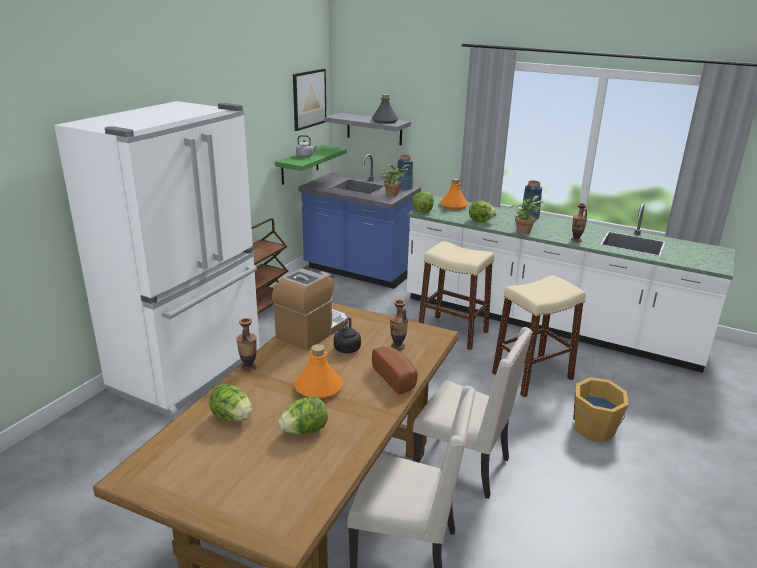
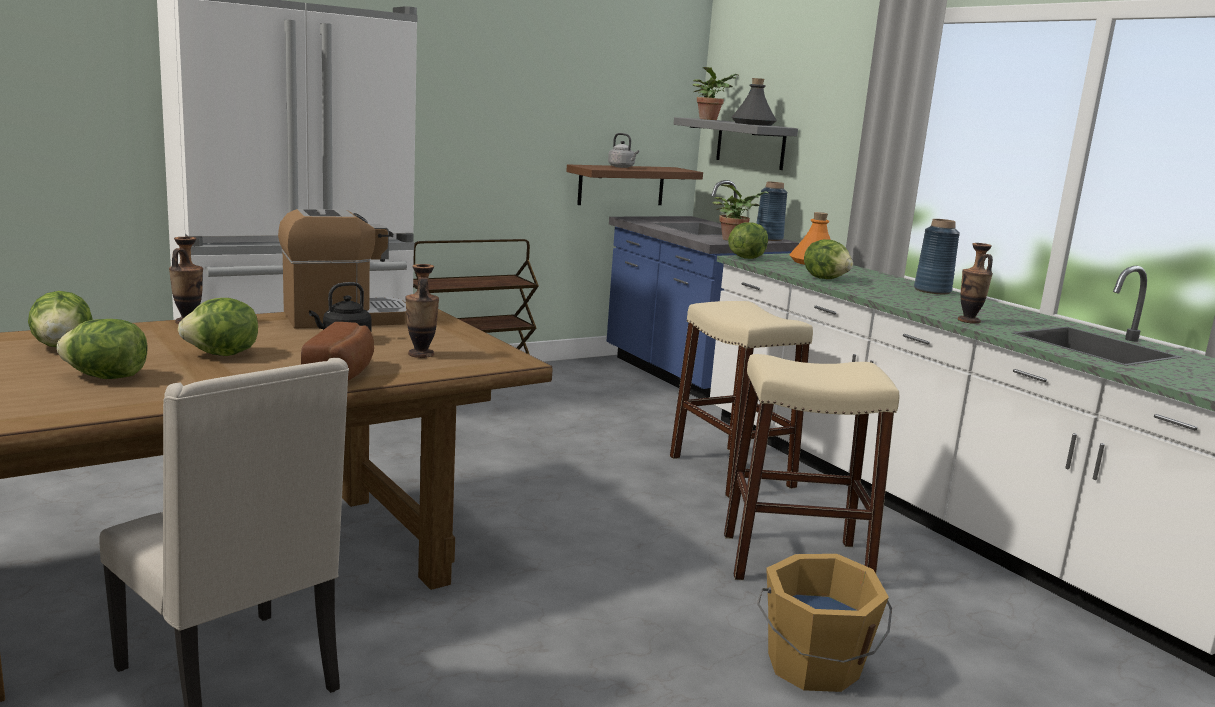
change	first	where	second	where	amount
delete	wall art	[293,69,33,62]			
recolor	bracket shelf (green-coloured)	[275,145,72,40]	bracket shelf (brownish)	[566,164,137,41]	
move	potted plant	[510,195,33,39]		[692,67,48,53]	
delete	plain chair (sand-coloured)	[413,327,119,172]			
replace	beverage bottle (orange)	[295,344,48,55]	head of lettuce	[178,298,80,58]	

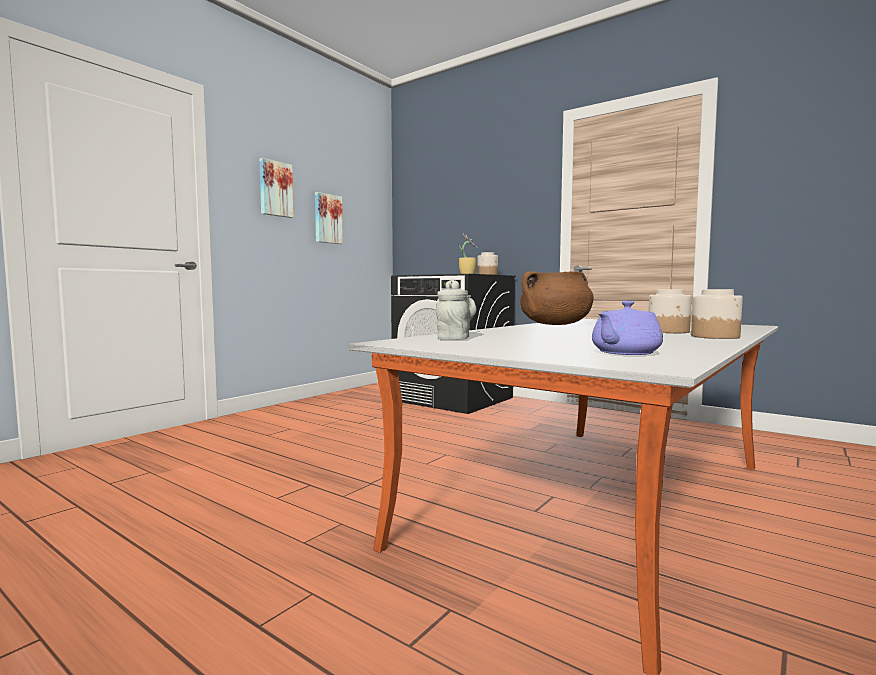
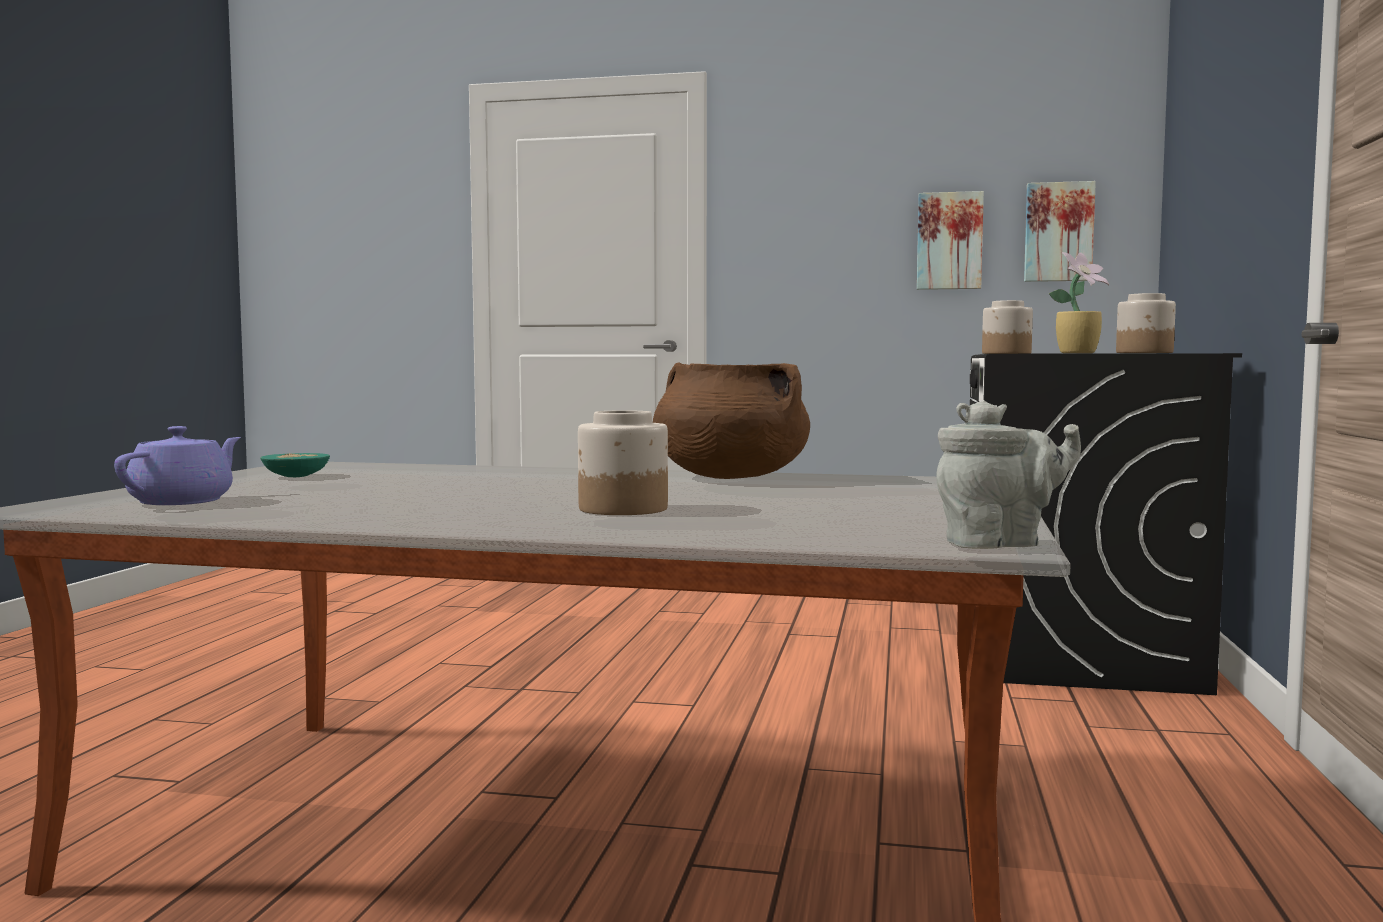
change	first	where	second	where	amount
move	wall art	[259,158,35,60]		[1024,181,72,101]	
move	tea pot (gray)	[436,279,40,61]		[937,400,144,149]	
move	preserve jar	[691,289,52,50]		[982,300,51,54]	
rotate	tea pot (purple-coloured)	[592,301,71,54]		[114,426,127,79]	90 degrees clockwise
insert			bowl (blue-green)	[260,453,70,24]	

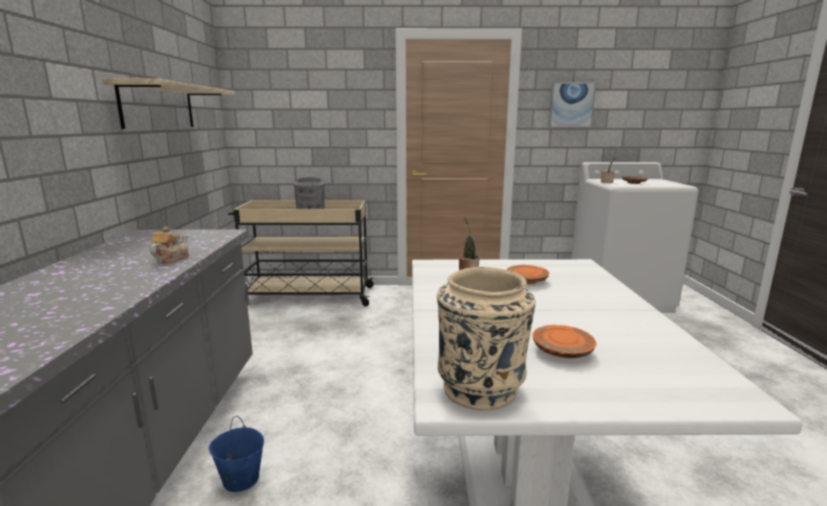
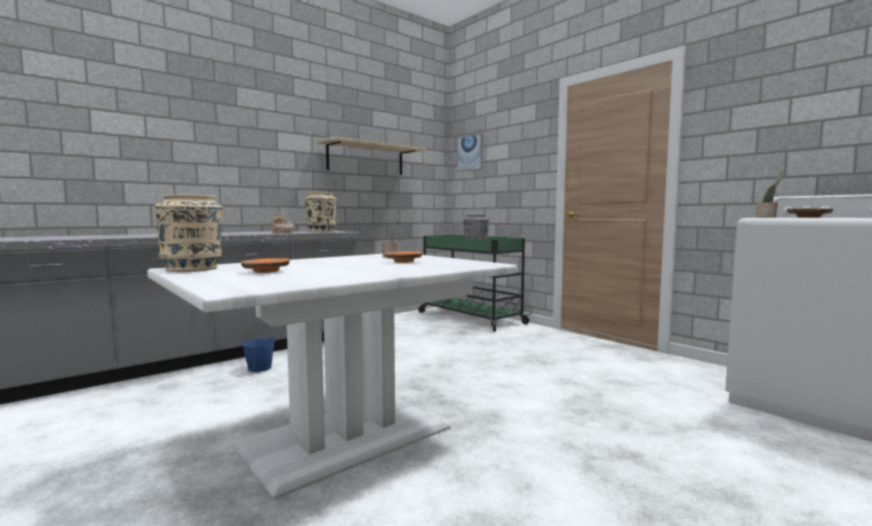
change	first	where	second	where	amount
move	wall art	[548,82,48,46]		[457,133,26,39]	
recolor	wheeled cart (sand-coloured)	[228,200,147,107]	wheeled cart (green-coloured)	[418,235,113,97]	
insert			decorative vase (sand-coloured)	[305,192,32,40]	

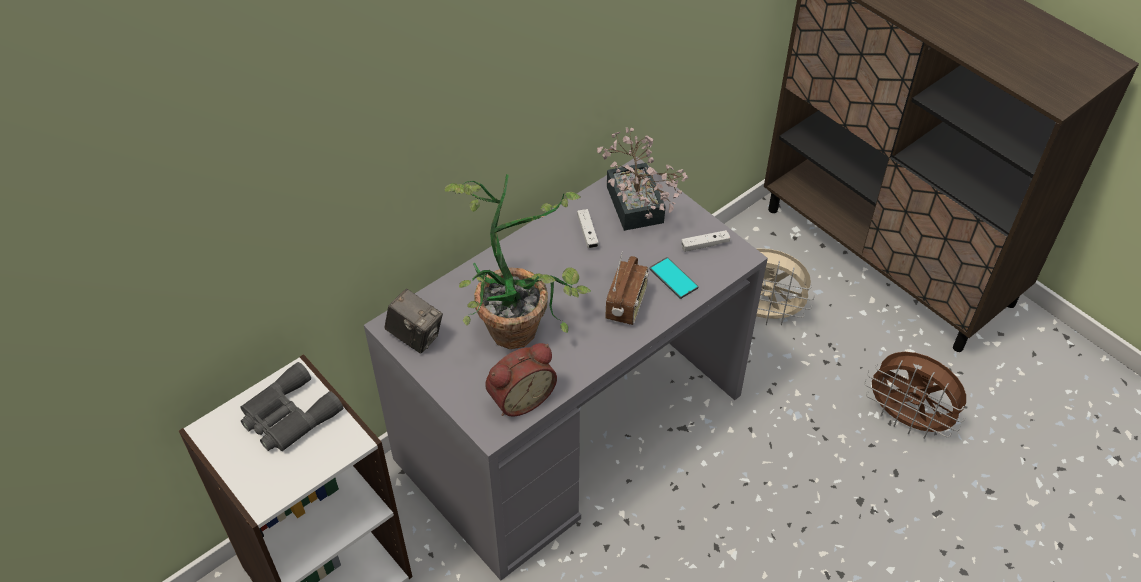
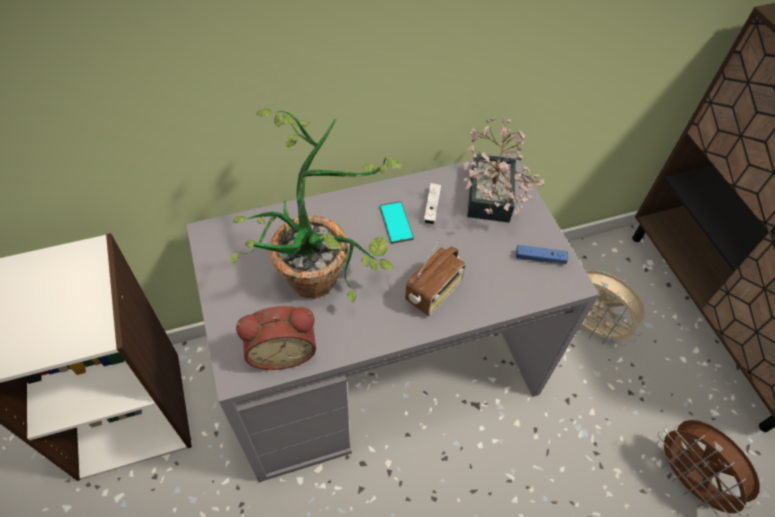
change	first	where	second	where	amount
recolor	gamepad (white-coloured)	[681,230,49,22]	gamepad (blue)	[516,245,52,19]	
move	telephone	[649,257,49,42]		[379,201,35,43]	
delete	photo camera	[384,289,59,65]			
delete	binoculars (gray)	[240,362,103,89]			

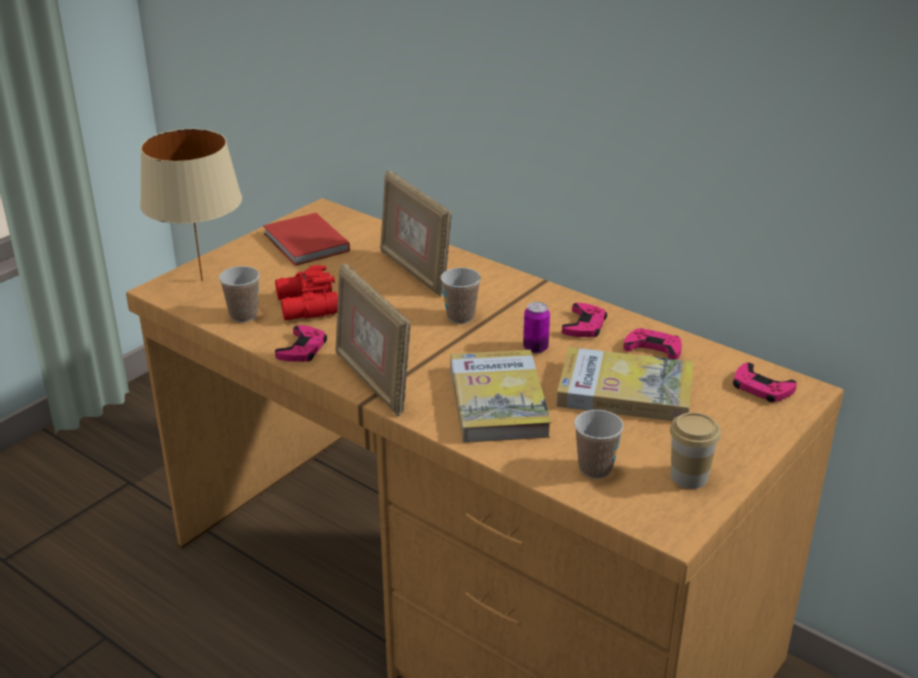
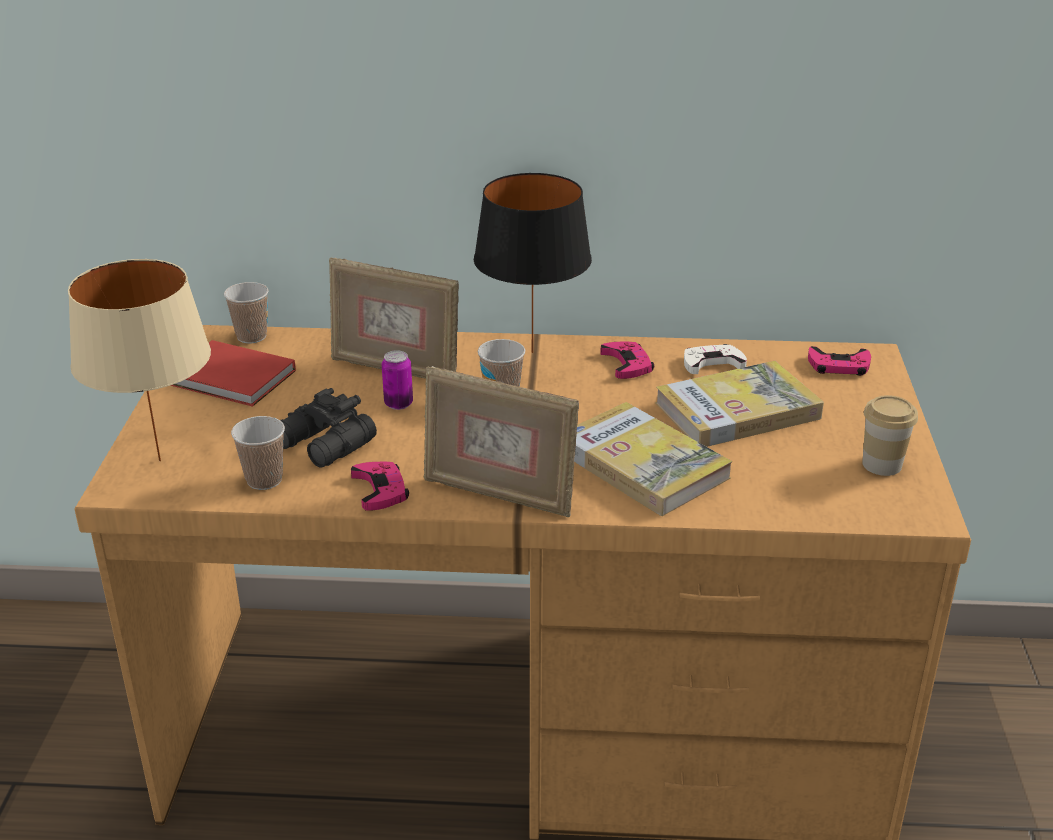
change	first	where	second	where	amount
recolor	binoculars (red-coloured)	[275,265,63,55]	binoculars (black-coloured)	[280,388,97,79]	
move	can	[523,302,27,51]		[382,350,31,60]	
recolor	gamepad (pink)	[624,328,58,31]	gamepad (white-coloured)	[684,344,63,30]	
move	small cup	[574,410,50,69]		[224,282,45,62]	
insert			table lamp (black-coloured)	[474,173,118,180]	

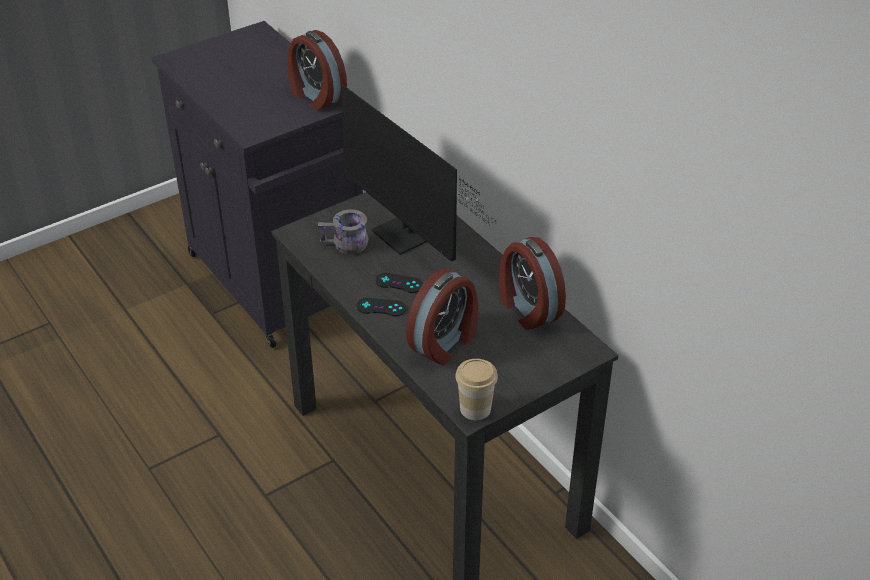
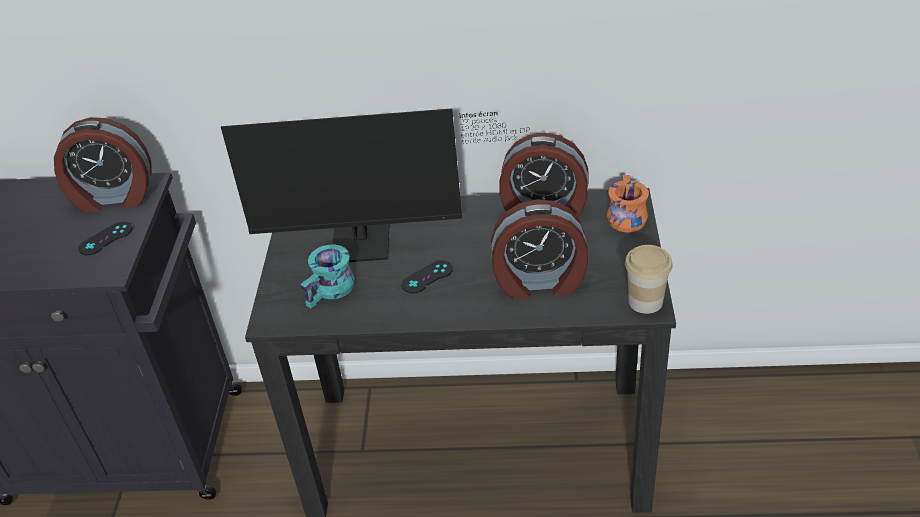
change	first	where	second	where	amount
recolor	coffee mug (gray)	[318,209,51,45]	coffee mug (blue-green)	[300,245,55,64]	
rotate	table clock	[406,269,72,96]		[491,199,97,100]	105 degrees clockwise
move	gamepad (black-coloured)	[356,298,50,18]		[78,222,54,33]	
insert			coffee mug (orange)	[607,175,42,57]	

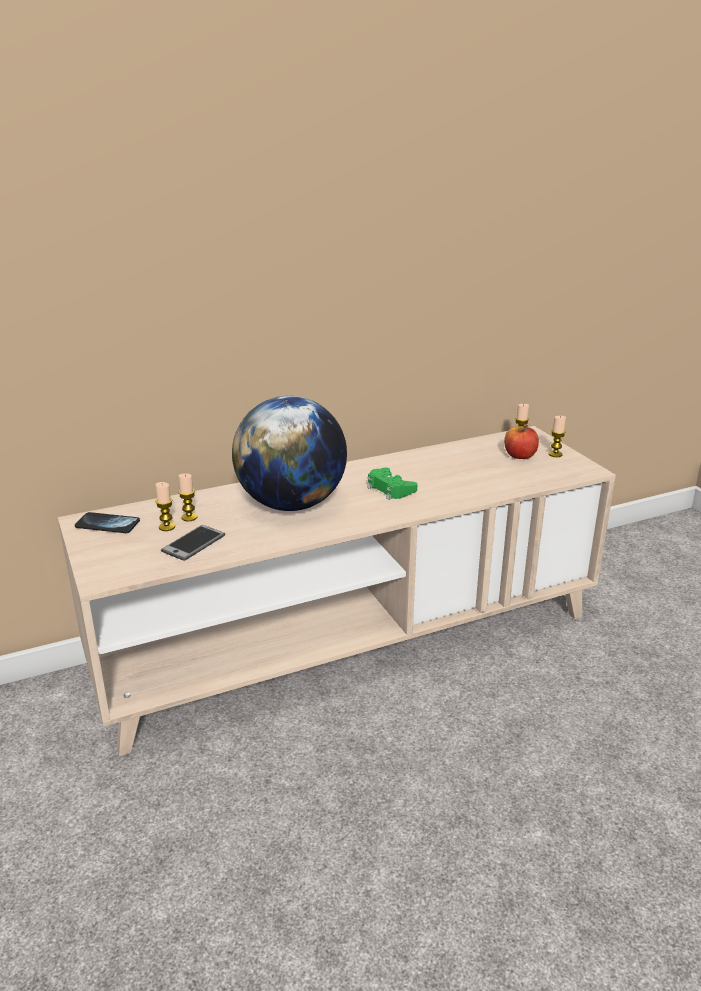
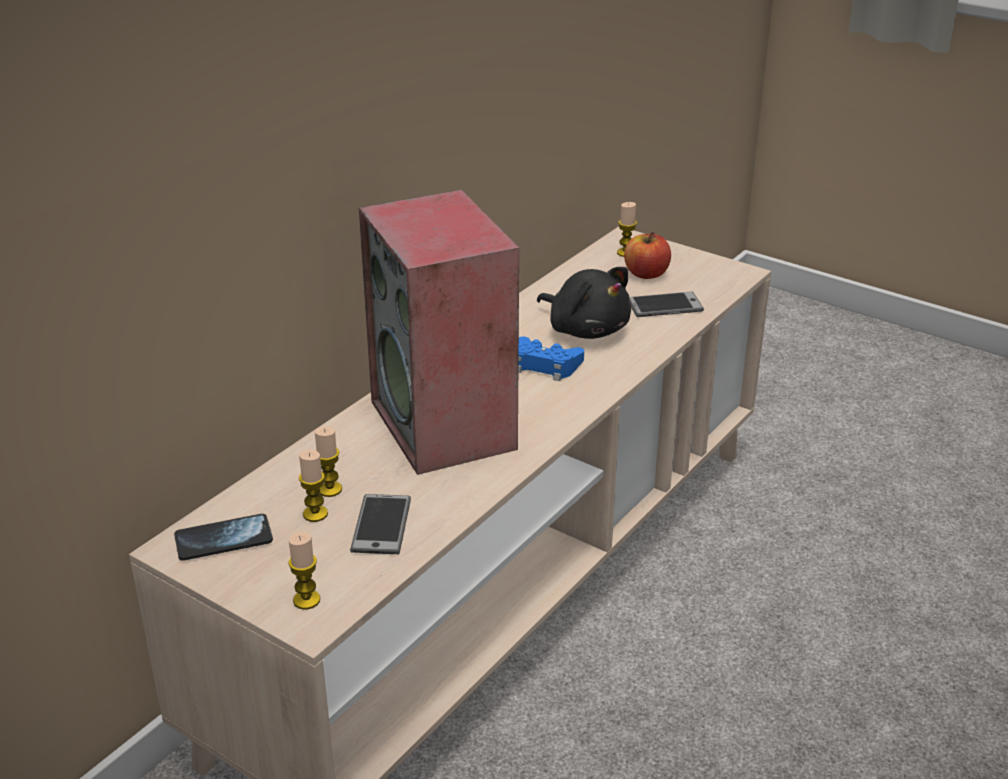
change	first	where	second	where	amount
replace	desk globe	[232,396,115,115]	speaker	[359,190,160,285]	
move	wax candle	[549,416,17,41]		[288,532,32,77]	
recolor	gamepad (green-coloured)	[367,468,50,32]	gamepad (blue)	[518,336,66,45]	
insert			cuddly toy (black-coloured)	[537,267,94,72]	
insert			telephone	[629,292,75,25]	

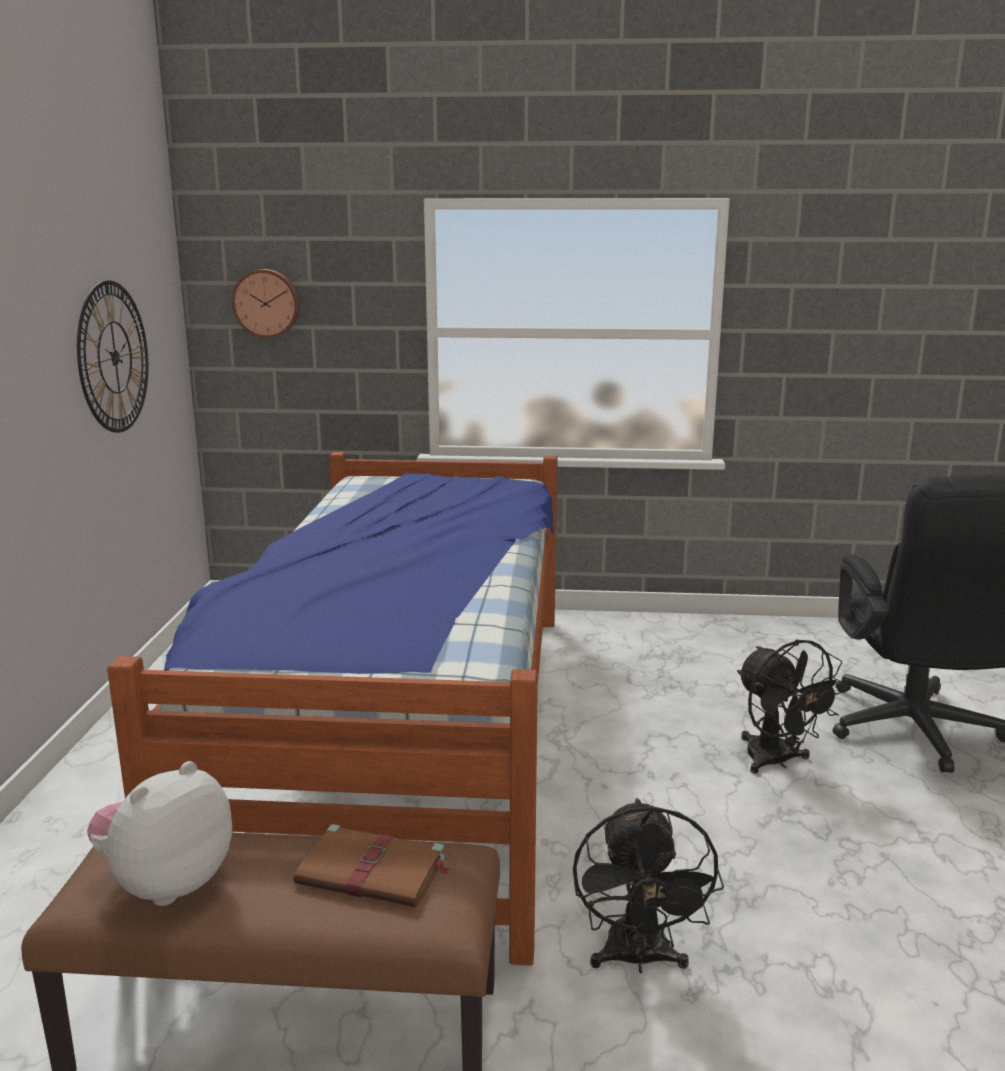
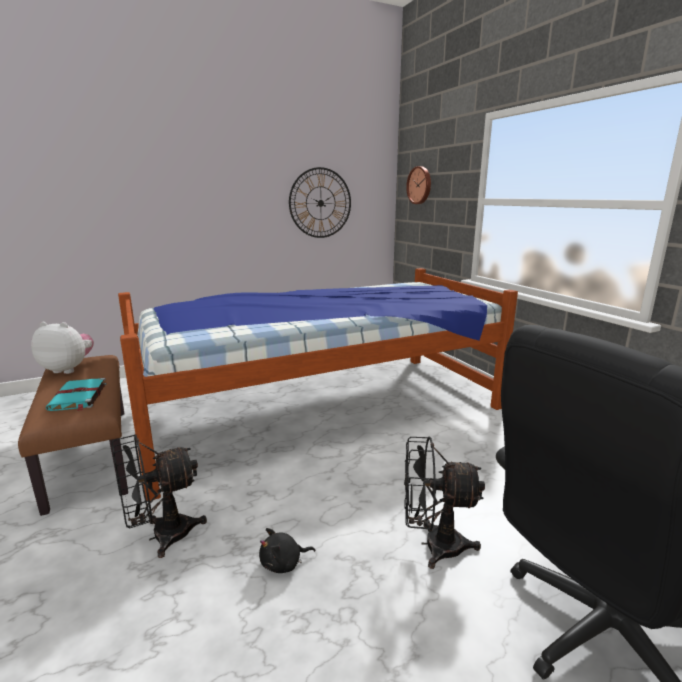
change	first	where	second	where	amount
rotate	cooling fan (black-coloured)	[737,639,111,135]		[404,437,81,132]	60 degrees clockwise
recolor	bound book (brownish)	[294,824,157,83]	bound book (blue-green)	[46,378,61,33]	
insert			cuddly toy (black-coloured)	[259,528,56,45]	

